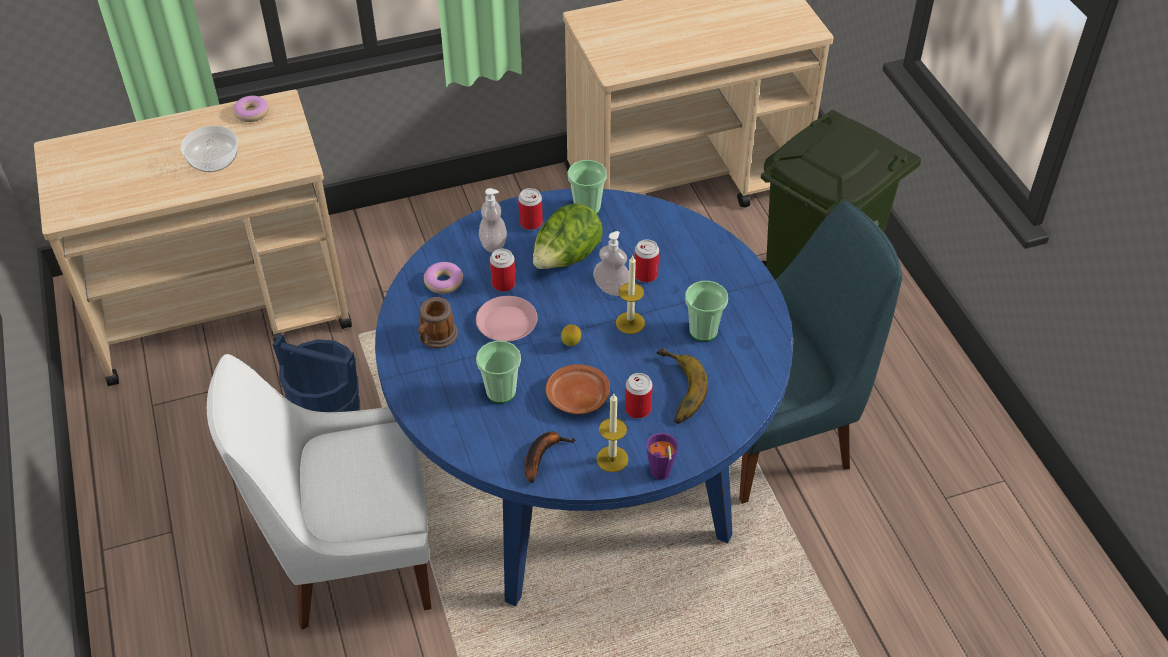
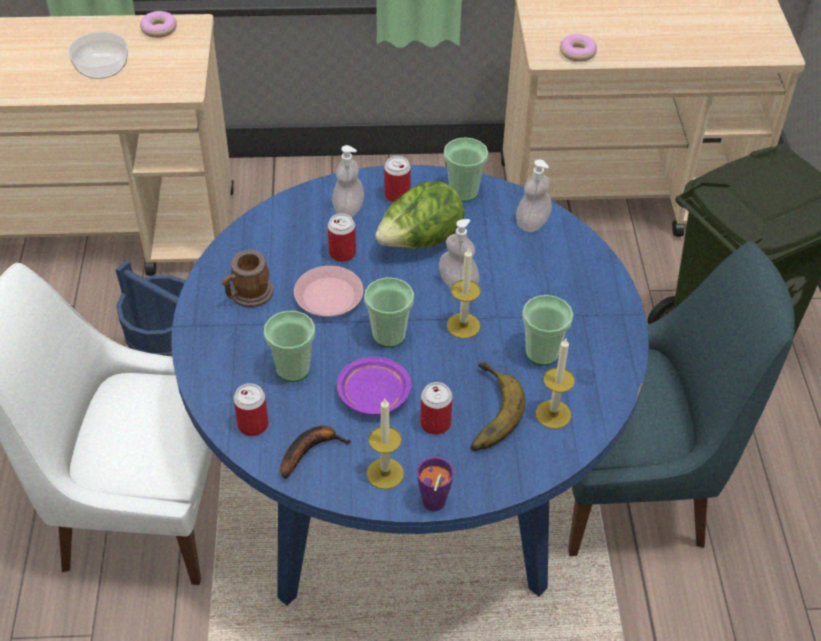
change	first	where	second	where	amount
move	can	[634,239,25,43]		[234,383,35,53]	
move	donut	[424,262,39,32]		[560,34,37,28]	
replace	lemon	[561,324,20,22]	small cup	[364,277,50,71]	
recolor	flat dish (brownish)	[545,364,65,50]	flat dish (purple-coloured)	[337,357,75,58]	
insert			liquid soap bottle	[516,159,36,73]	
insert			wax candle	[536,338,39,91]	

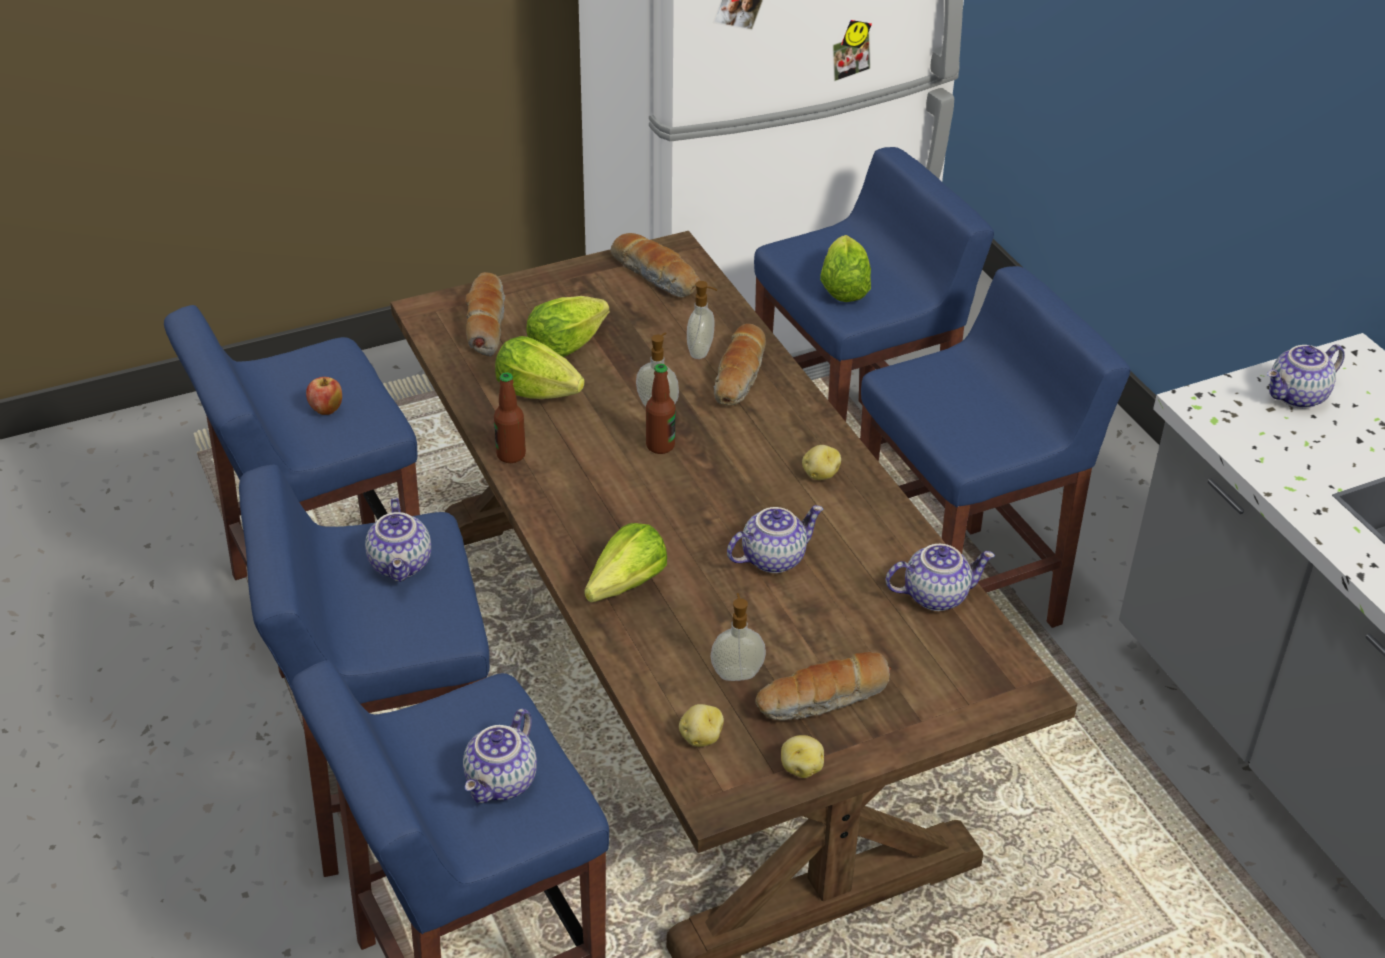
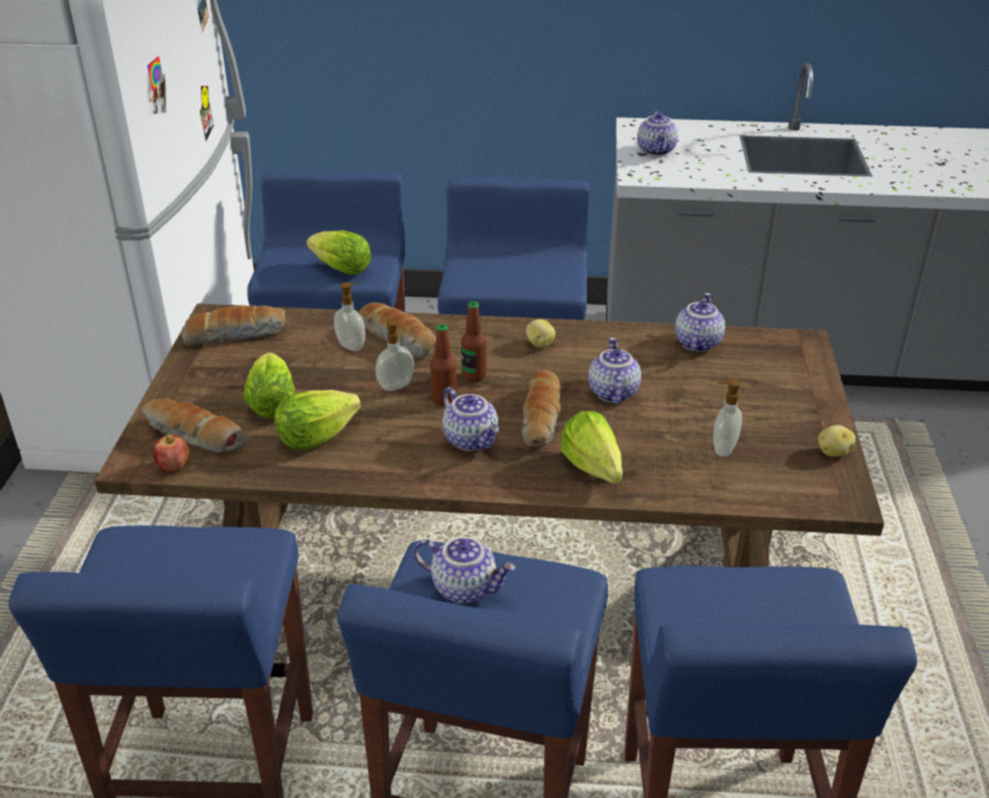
change	first	where	second	where	amount
move	beverage bottle	[494,372,32,91]		[461,302,25,80]	
move	apple fruit	[306,377,36,38]		[153,435,36,38]	
move	baked bread	[755,652,136,69]		[521,370,40,77]	
delete	whole potato	[679,704,45,43]			
move	tea pot	[463,709,74,94]		[442,387,57,64]	

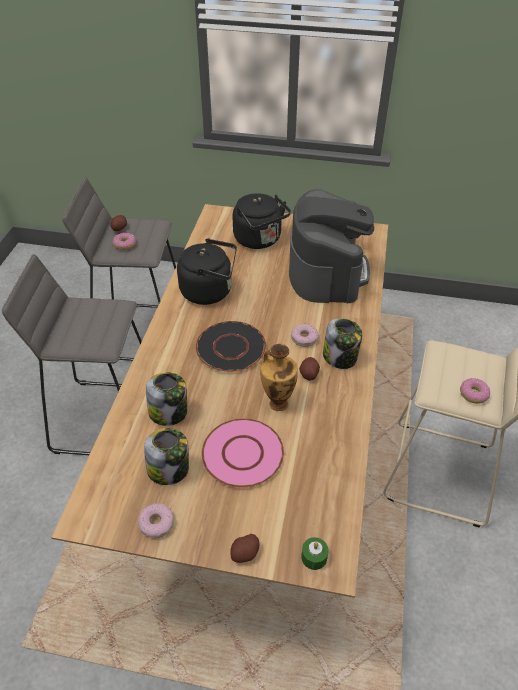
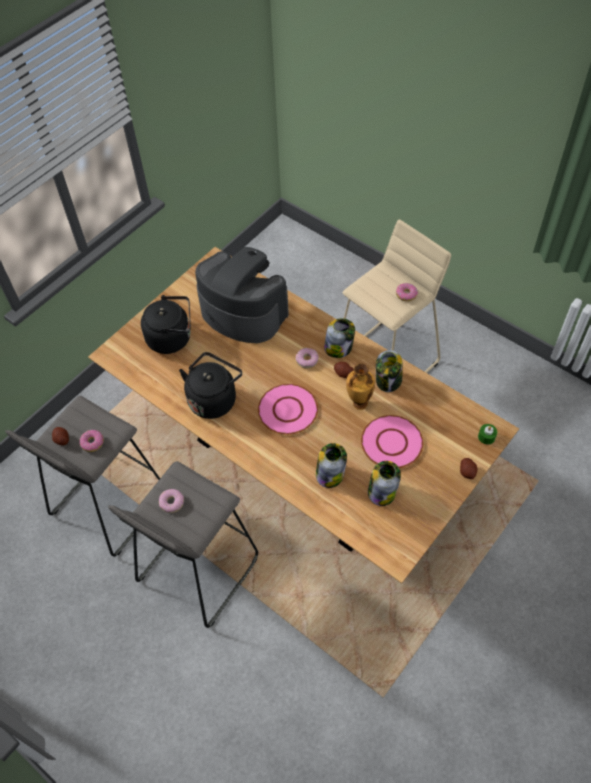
change	first	where	second	where	amount
recolor	flat dish (black-coloured)	[195,321,71,51]	flat dish (pink)	[258,384,60,51]	
move	donut	[138,503,36,35]		[159,489,25,24]	
insert			preserve jar	[376,350,27,42]	

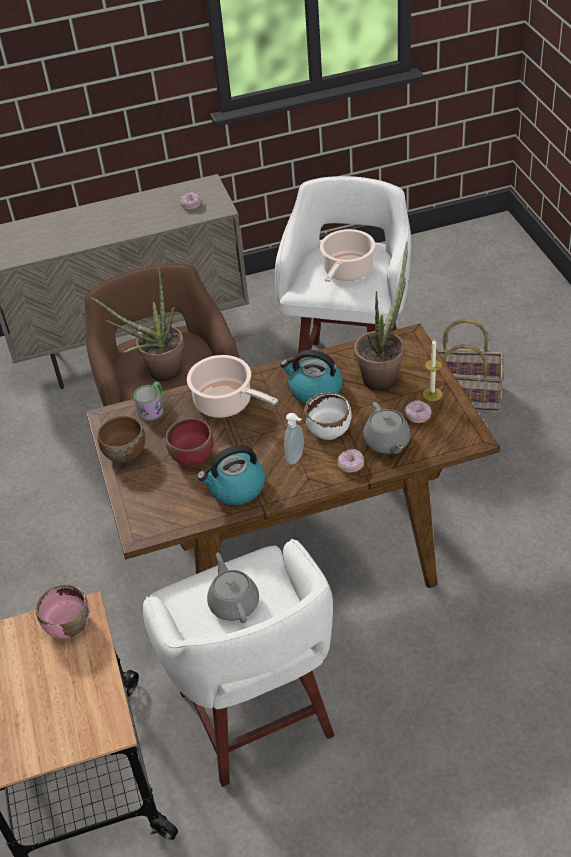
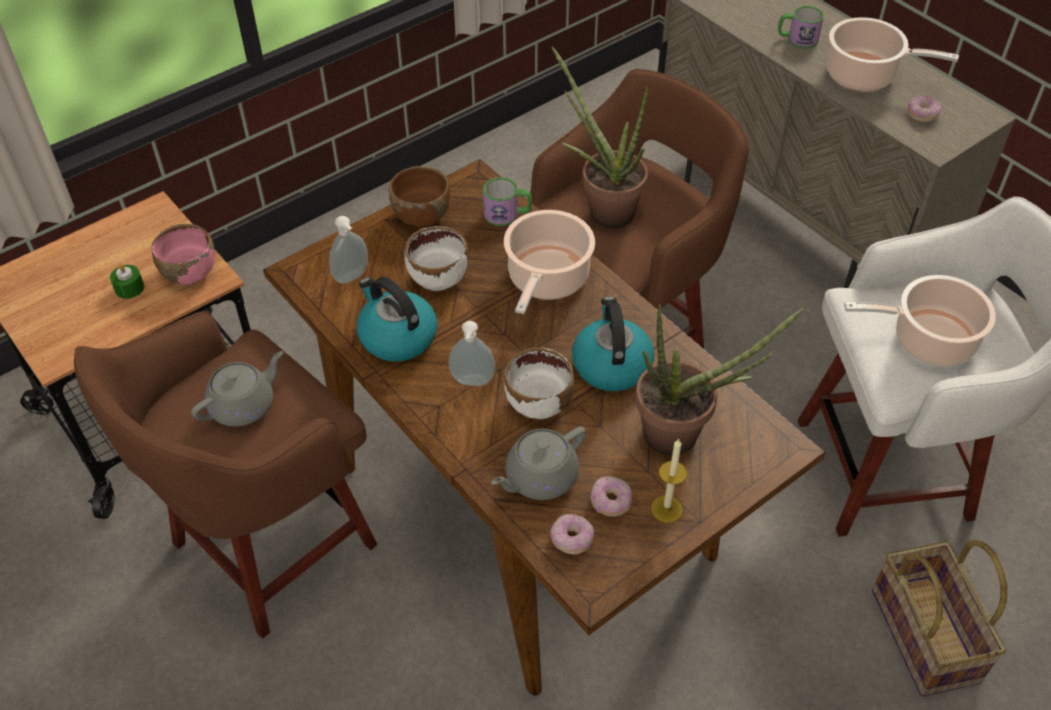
change	first	where	second	where	amount
recolor	bowl (red-coloured)	[165,418,49,48]	bowl (white-coloured)	[404,226,65,65]	
move	donut	[337,449,27,24]		[550,514,44,41]	
recolor	sitting stool (white-coloured)	[143,539,191,248]	sitting stool (brownish)	[74,311,303,327]	
insert			coffee mug	[778,6,46,43]	
insert			saucepot	[826,17,133,74]	
insert			liquid soap bottle	[329,216,39,68]	
insert			wax candle (green-coloured)	[110,264,34,35]	

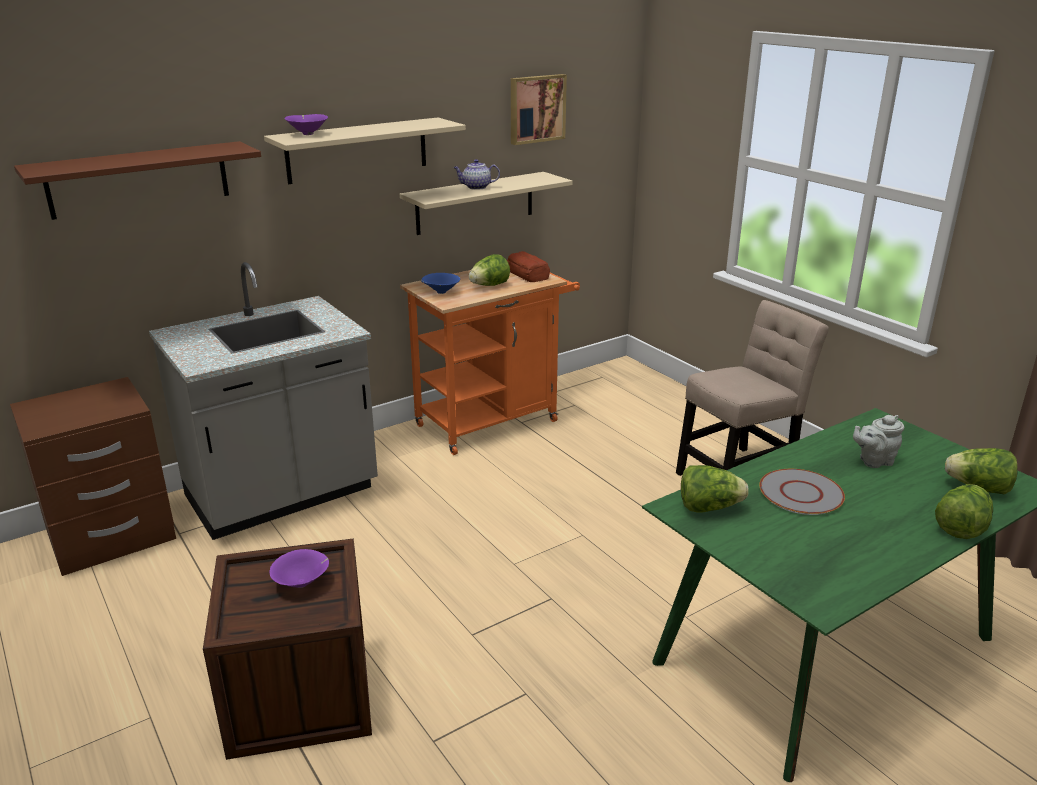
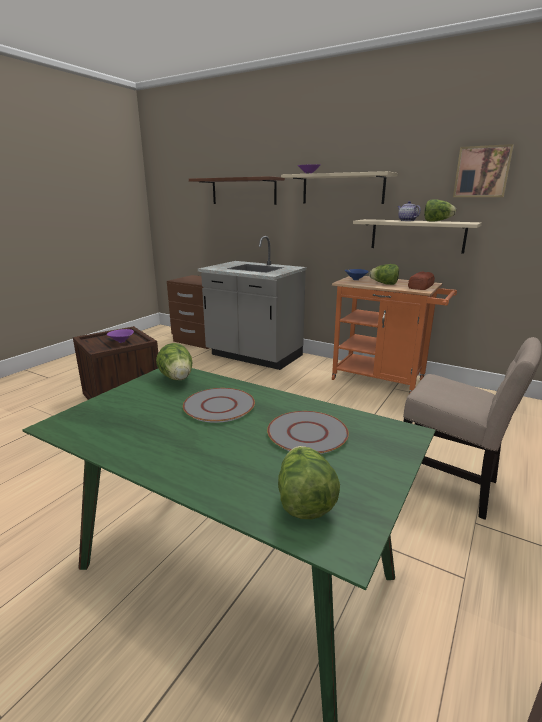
change	first	where	second	where	amount
replace	tea pot (gray)	[853,415,51,53]	flat dish (gray)	[267,411,82,43]	
move	head of lettuce	[935,484,58,55]		[424,199,32,23]	

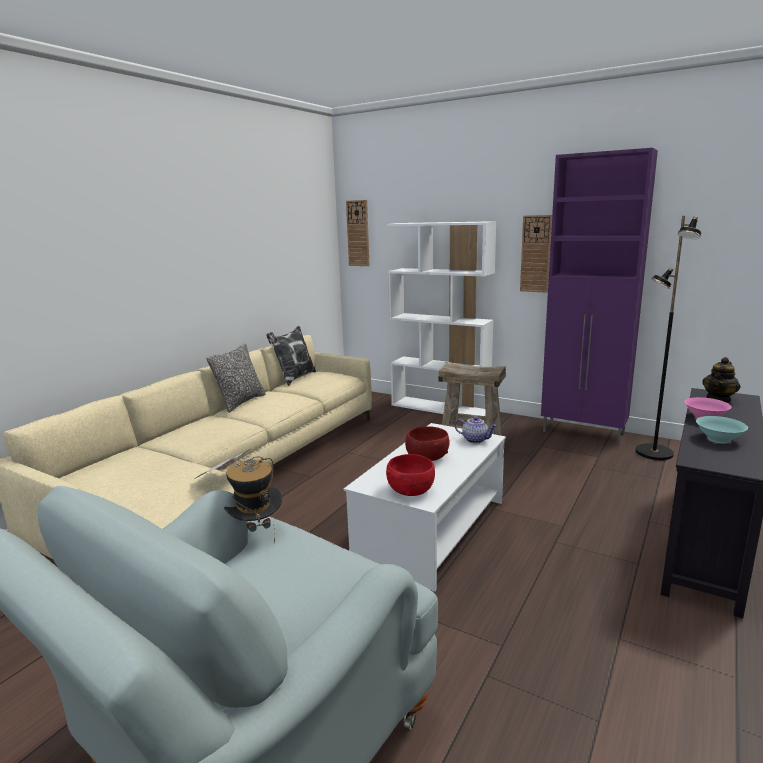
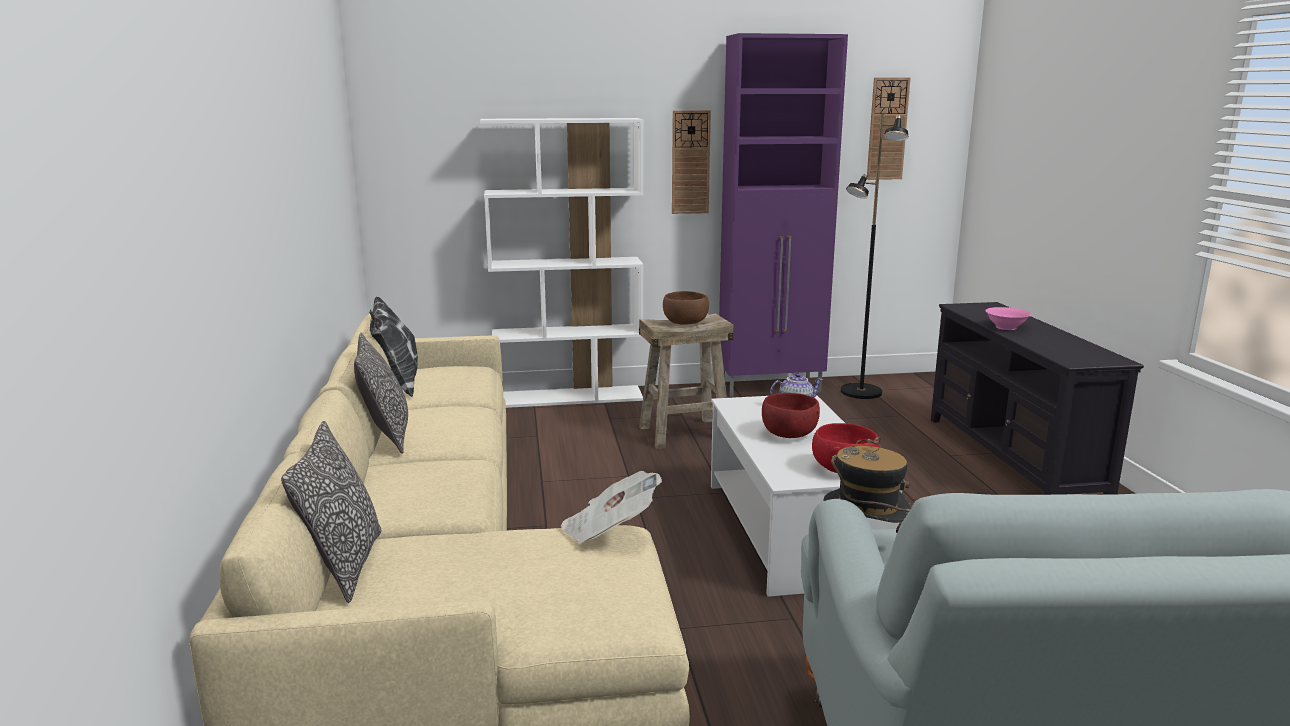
change	first	where	second	where	amount
move	wall clock	[346,200,23,66]		[867,78,44,102]	
delete	tea pot	[702,357,39,46]			
delete	bowl (blue-green)	[696,416,52,27]			
insert			bowl (brownish)	[663,291,46,34]	
insert			throw pillow	[281,421,100,182]	

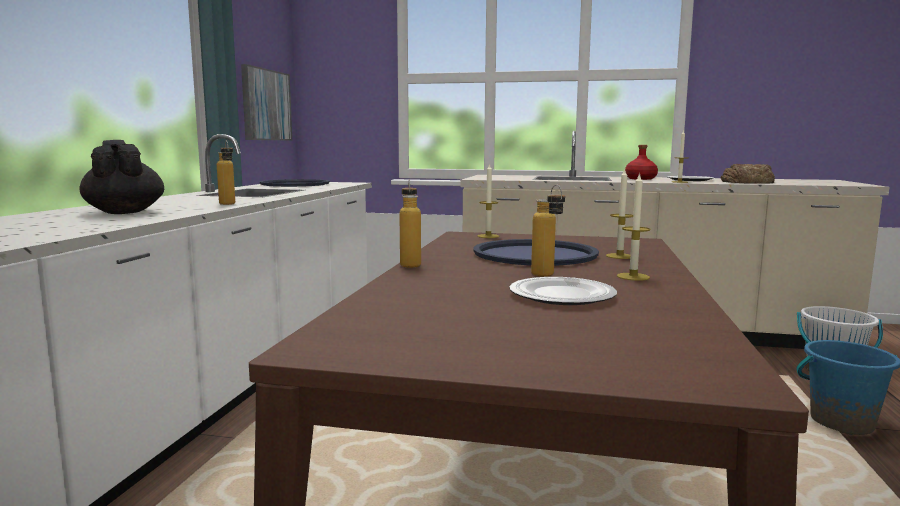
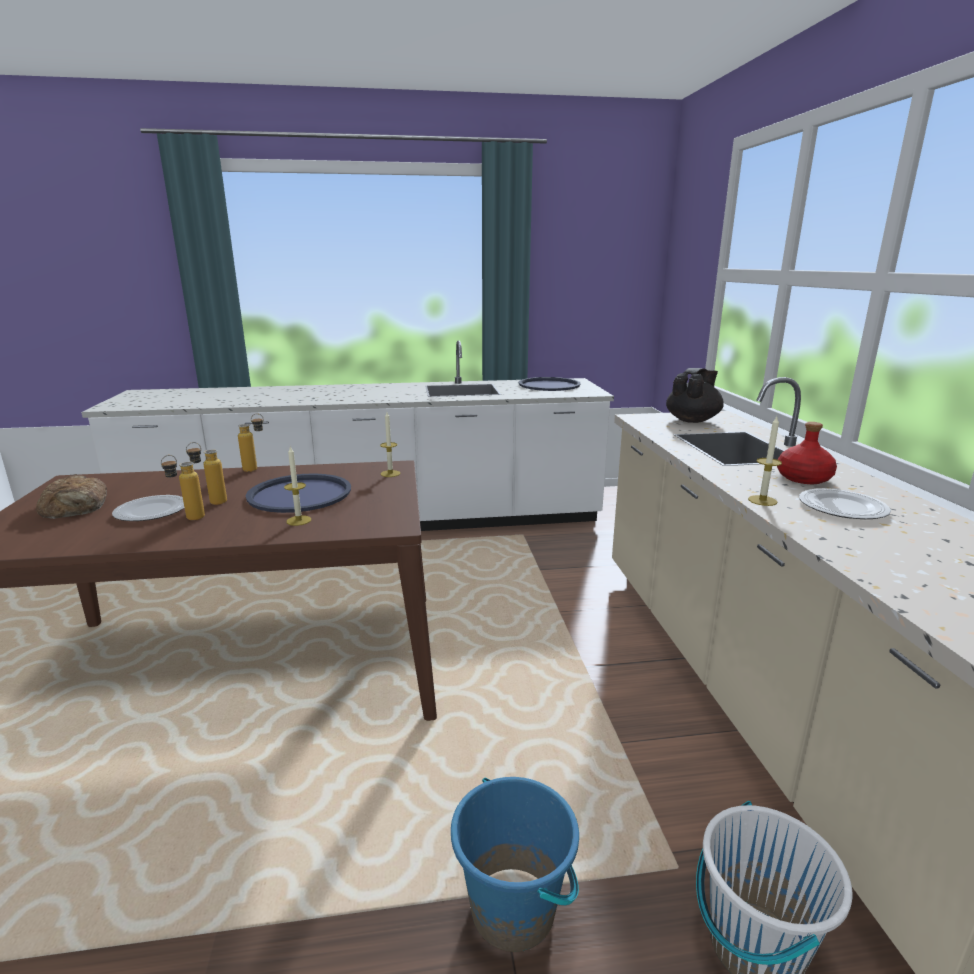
change	first	where	second	where	amount
delete	wall art	[241,64,51,76]			
move	tea pot (black-coloured)	[79,140,85,74]		[666,368,58,55]	
move	beverage bottle	[217,141,18,64]		[161,455,44,65]	
move	baked bread	[721,164,54,19]		[36,474,71,45]	
delete	wax candle	[617,172,33,109]			

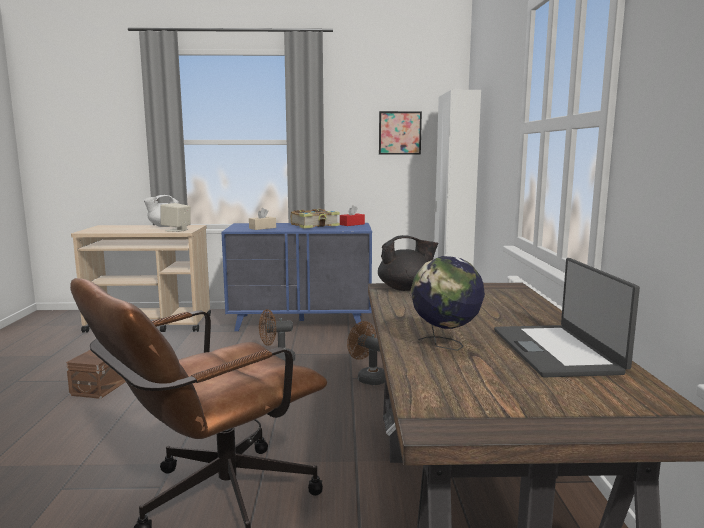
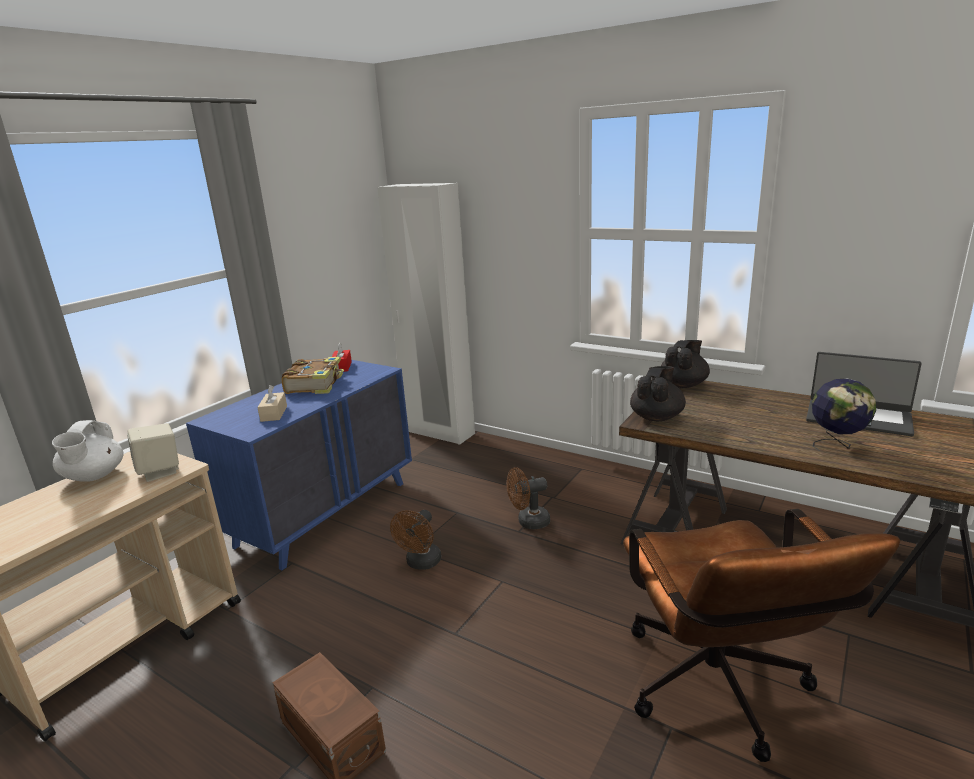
change	first	where	second	where	amount
delete	wall art	[379,111,43,44]			
insert			tea pot (black-coloured)	[661,340,49,48]	

